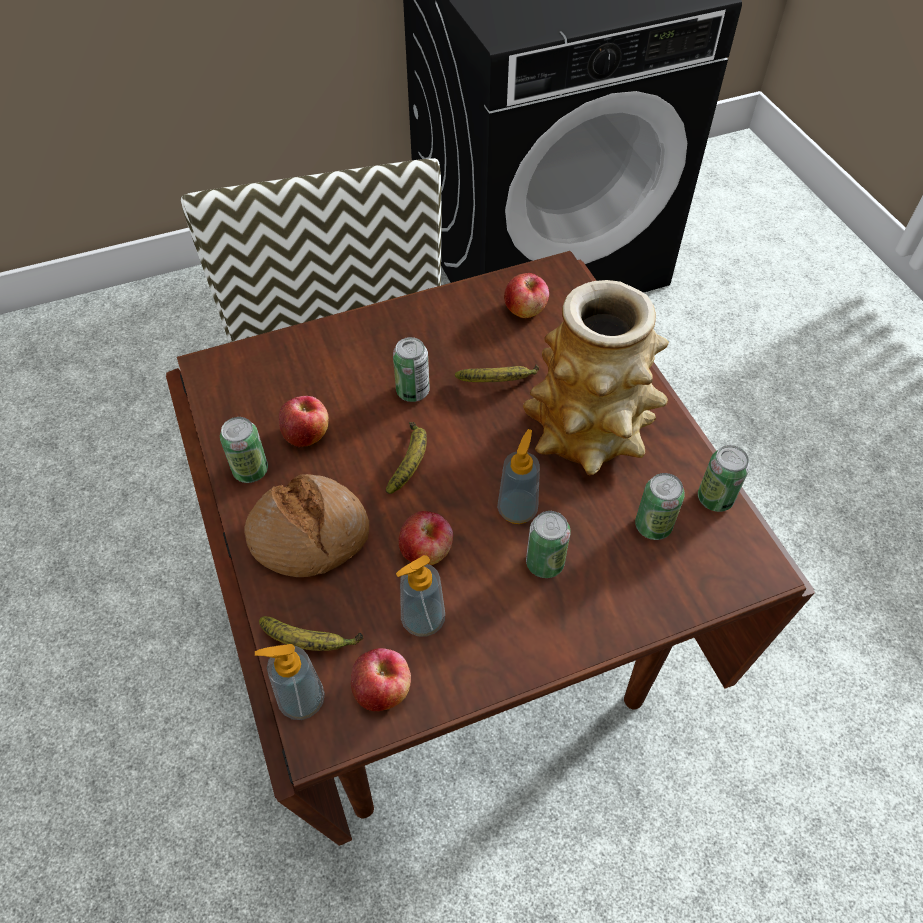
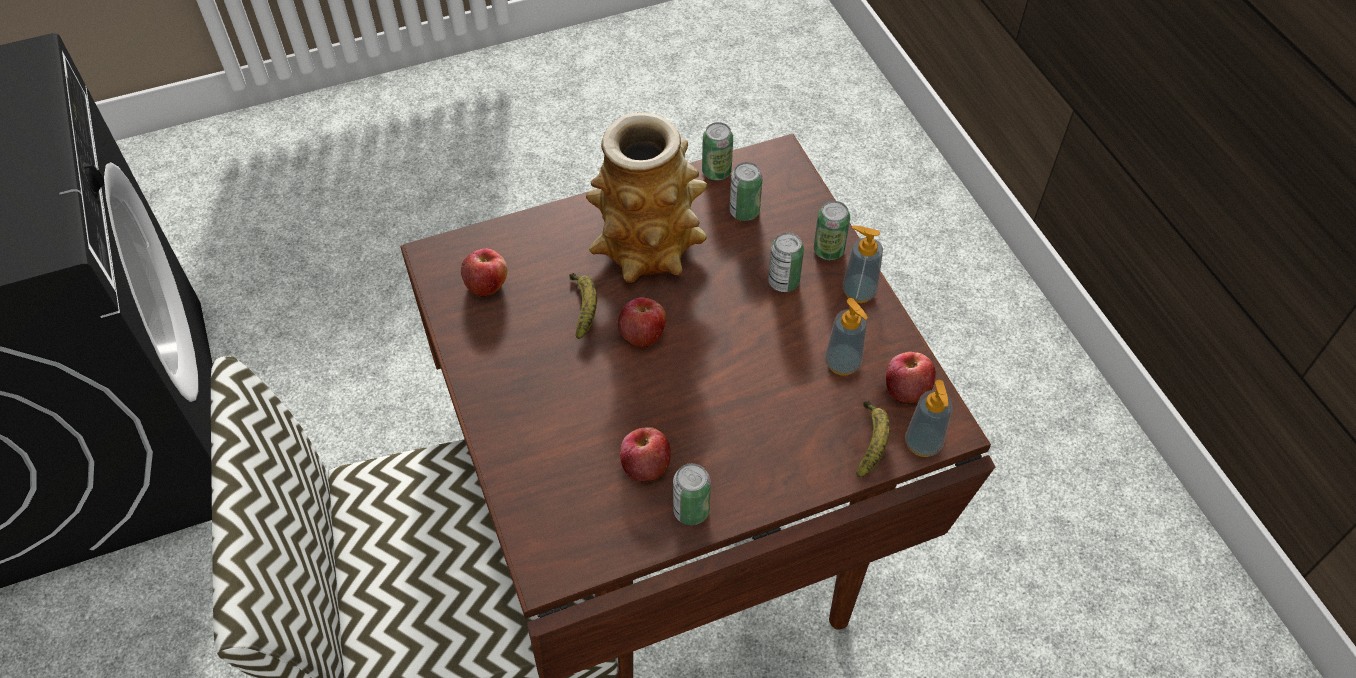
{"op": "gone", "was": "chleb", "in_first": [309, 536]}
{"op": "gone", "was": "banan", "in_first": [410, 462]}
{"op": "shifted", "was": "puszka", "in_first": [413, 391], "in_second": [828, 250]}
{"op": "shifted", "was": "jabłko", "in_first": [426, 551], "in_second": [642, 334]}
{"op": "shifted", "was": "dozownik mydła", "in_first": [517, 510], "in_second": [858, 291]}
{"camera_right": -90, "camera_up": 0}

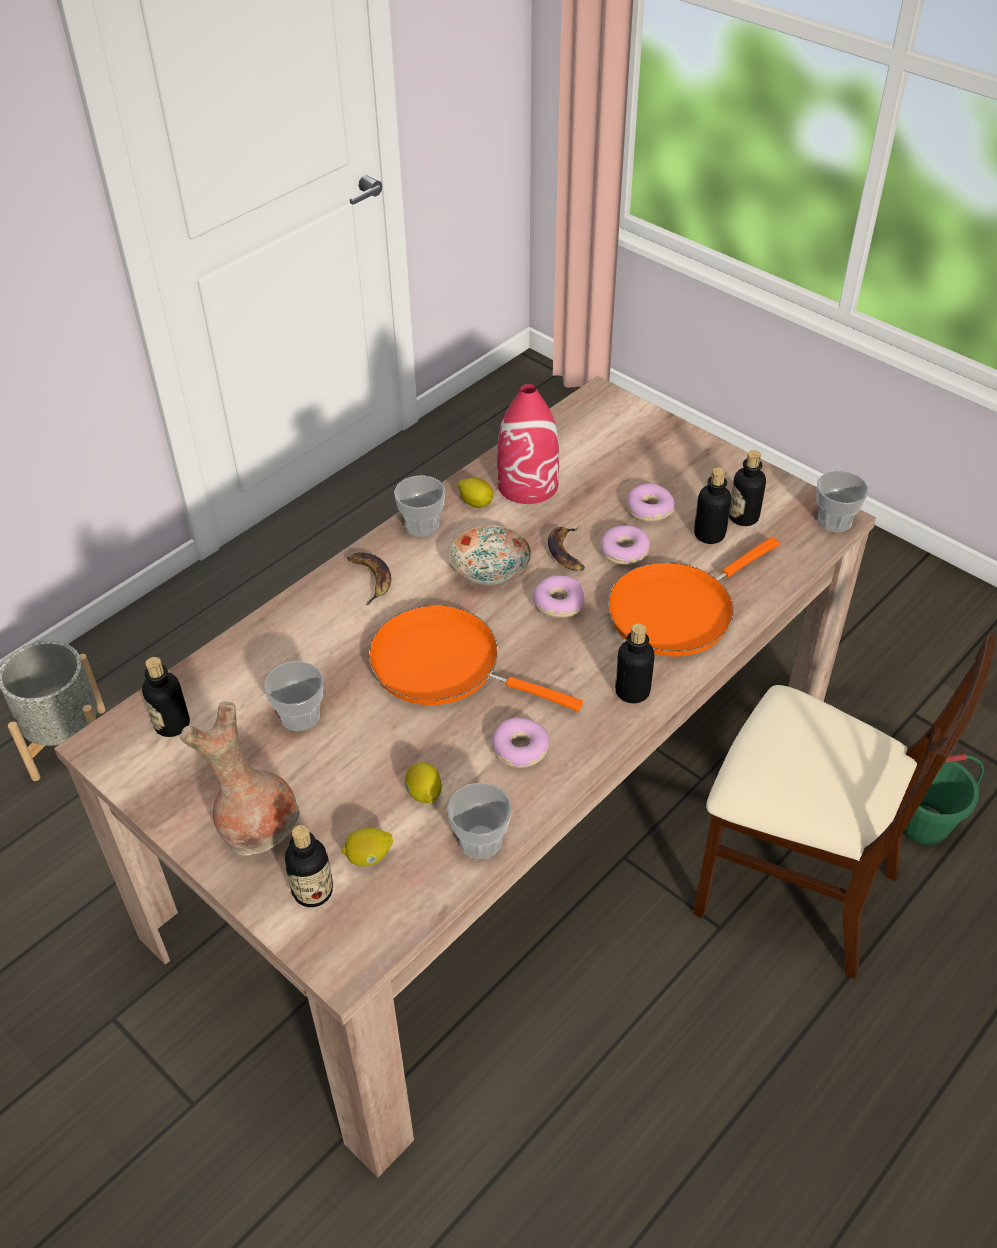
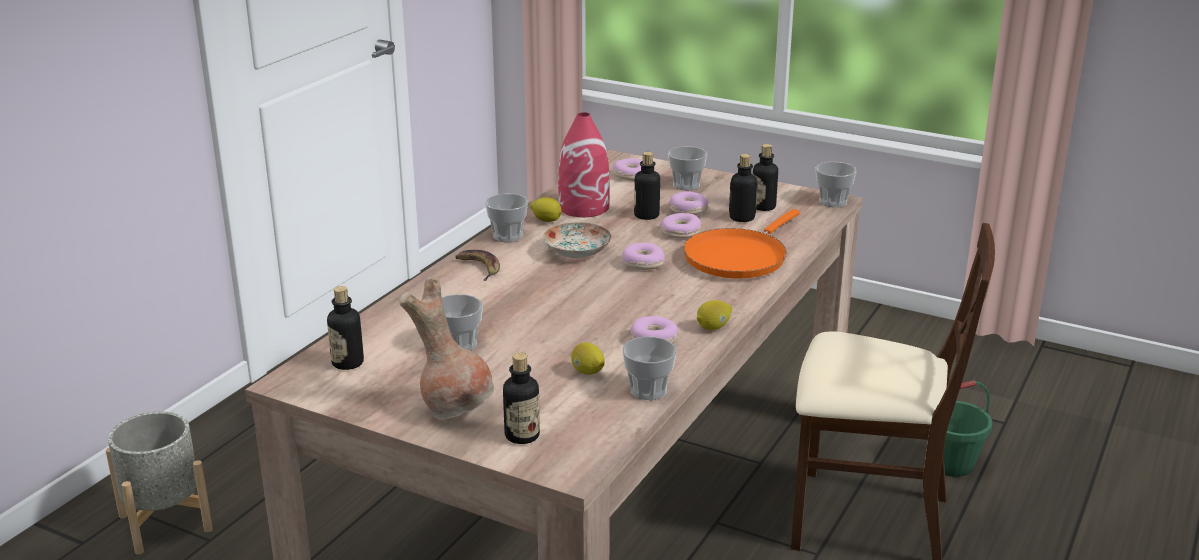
{"op": "gone", "was": "patelnia (pomarańczowy)", "in_first": [444, 665]}
{"op": "gone", "was": "banan", "in_first": [567, 552]}
{"op": "new", "now": "donut", "in_second": [630, 175]}
{"op": "new", "now": "filiżanka", "in_second": [686, 185]}
{"op": "shifted", "was": "cytryna", "in_first": [369, 857], "in_second": [713, 327]}
{"op": "shifted", "was": "butelka", "in_first": [632, 691], "in_second": [646, 215]}
{"camera_right": -15, "camera_up": -20}

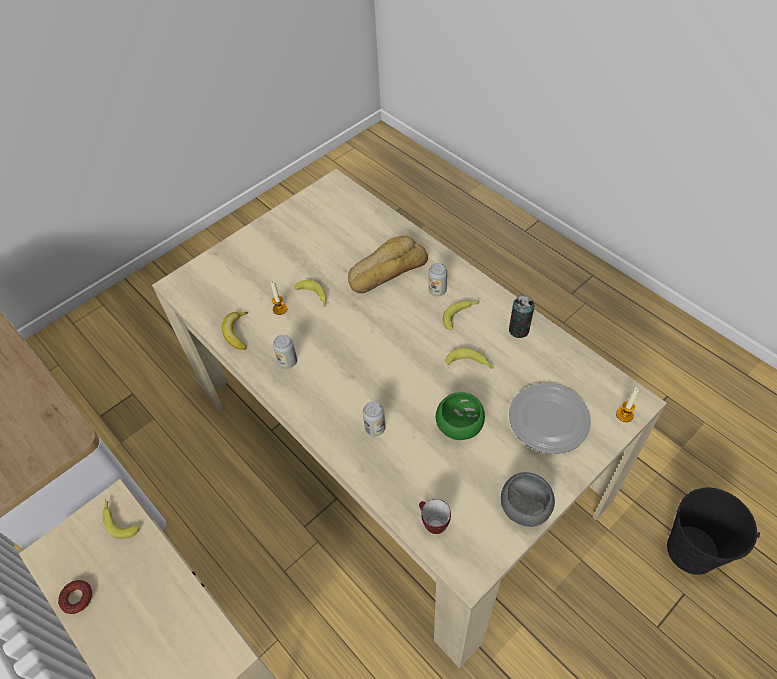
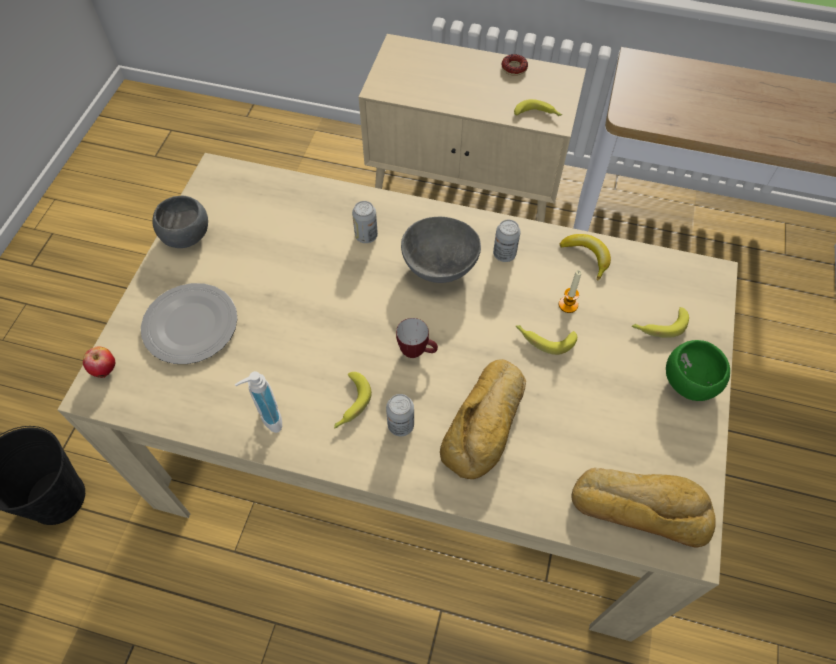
{"op": "new", "now": "miska (szary)", "in_second": [441, 267]}
{"op": "new", "now": "chleb", "in_second": [640, 506]}
{"op": "shifted", "was": "kubek", "in_first": [432, 523], "in_second": [417, 352]}
{"op": "shifted", "was": "miska (zielony)", "in_first": [460, 426], "in_second": [688, 382]}
{"op": "shifted", "was": "banan", "in_first": [470, 364], "in_second": [658, 326]}
{"op": "swapped", "was": "puszka", "now": "dozownik mydła", "in_first": [519, 330], "in_second": [267, 419]}
{"op": "swapped", "was": "świeca", "now": "jabłko", "in_first": [624, 415], "in_second": [105, 370]}
{"camera_right": 145, "camera_up": 5}

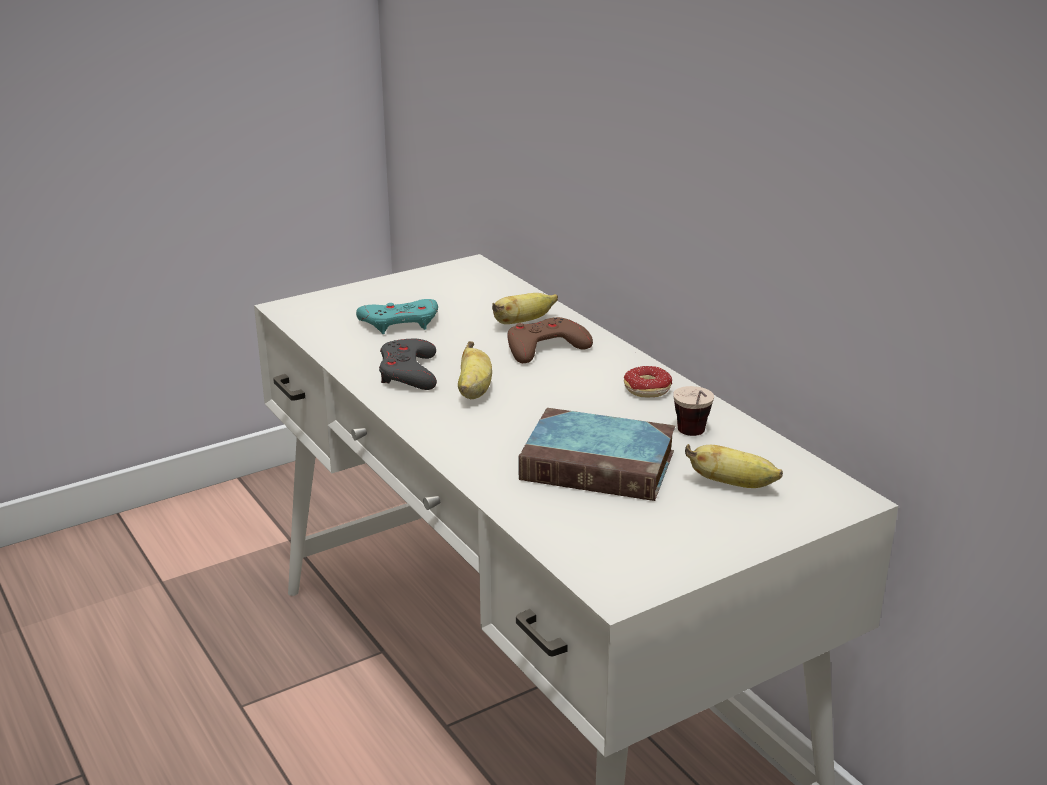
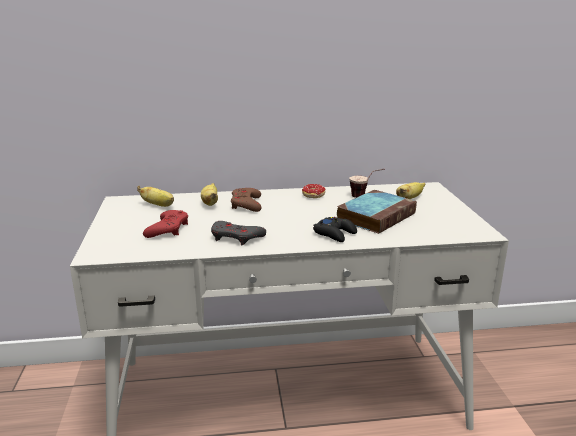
{"op": "new", "now": "pad do gier (czarny)", "in_second": [335, 234]}
{"op": "shifted", "was": "banan", "in_first": [474, 391], "in_second": [159, 205]}
{"op": "repainted", "was": "pad do gier (turkusowy)", "now": "pad do gier (czerwony)", "in_first": [400, 323], "in_second": [168, 229]}
{"camera_right": -65, "camera_up": -5}

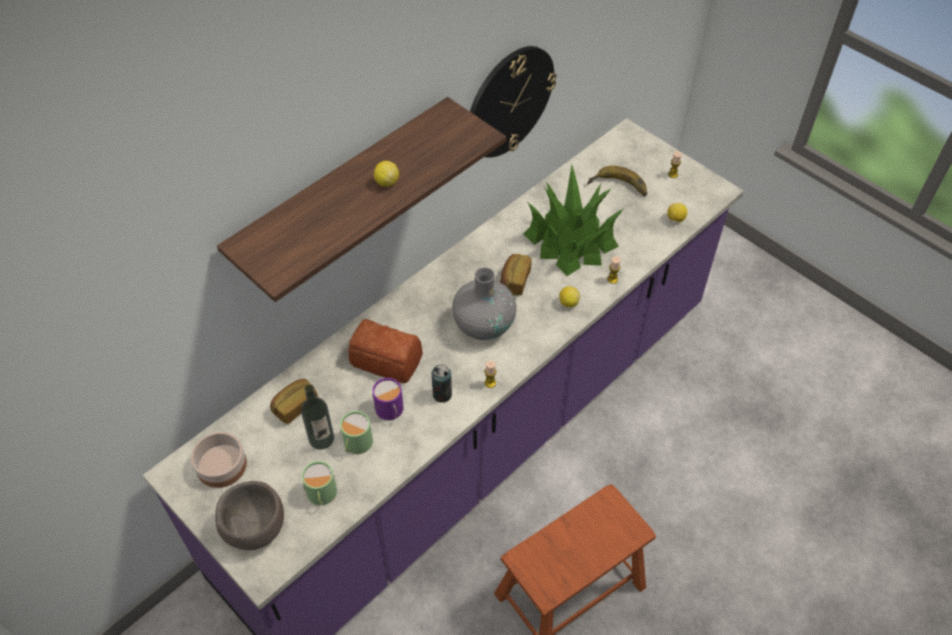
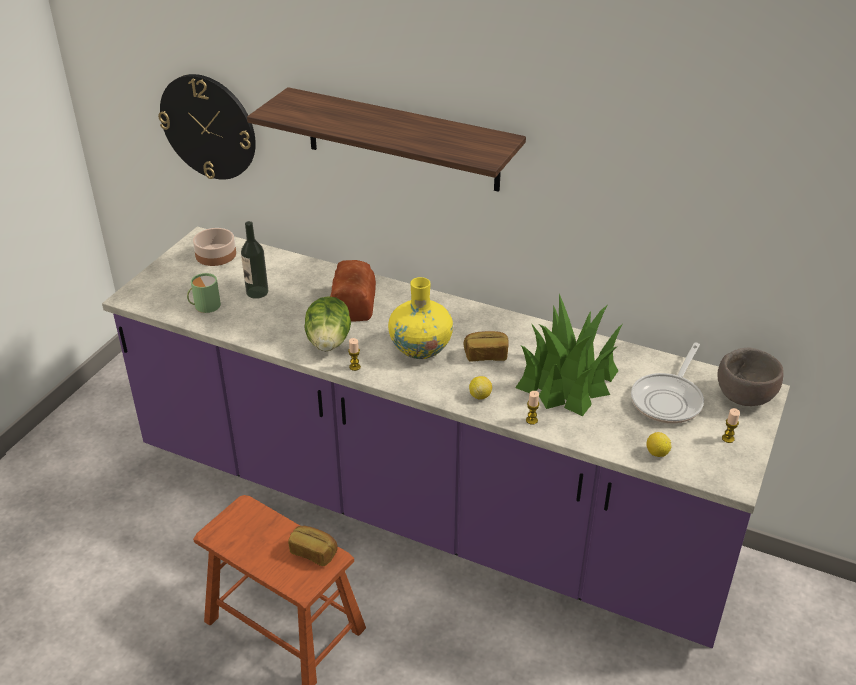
{"op": "gone", "was": "kubek (zielony)", "in_first": [356, 444]}
{"op": "gone", "was": "kubek (fioletowy)", "in_first": [390, 410]}
{"op": "gone", "was": "cytryna", "in_first": [387, 182]}
{"op": "shifted", "was": "miska (brązowy)", "in_first": [255, 528], "in_second": [745, 397]}
{"op": "shifted", "was": "chleb", "in_first": [295, 406], "in_second": [314, 552]}
{"op": "shifted", "was": "zegar ścienny", "in_first": [509, 102], "in_second": [208, 127]}
{"op": "swapped", "was": "puszka", "now": "sałata", "in_first": [442, 394], "in_second": [329, 342]}
{"op": "swapped", "was": "banan", "now": "patelnia", "in_first": [618, 188], "in_second": [669, 399]}
{"op": "repainted", "was": "wazon (szary)", "now": "wazon (żółty)", "in_first": [484, 325], "in_second": [420, 348]}
{"camera_right": 70, "camera_up": -15}

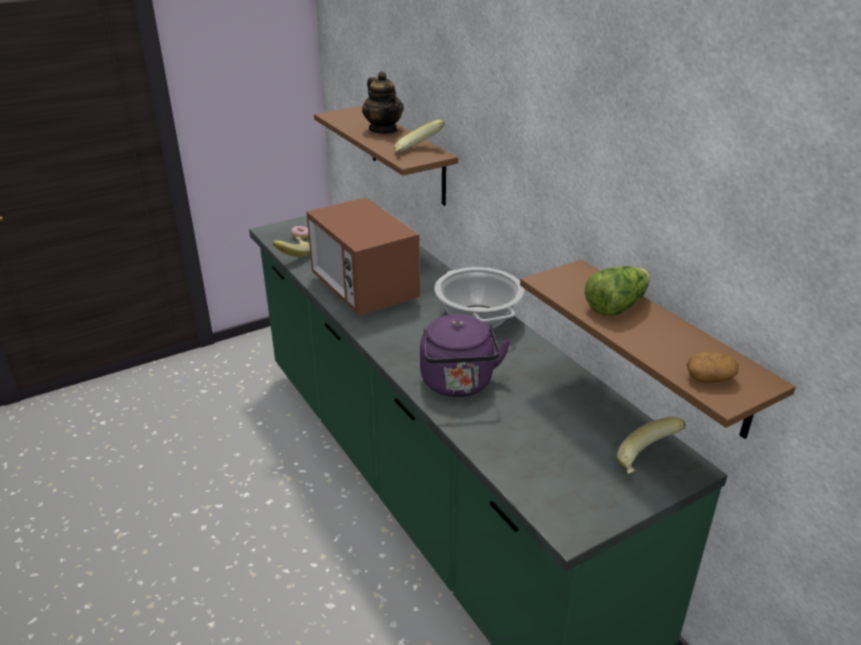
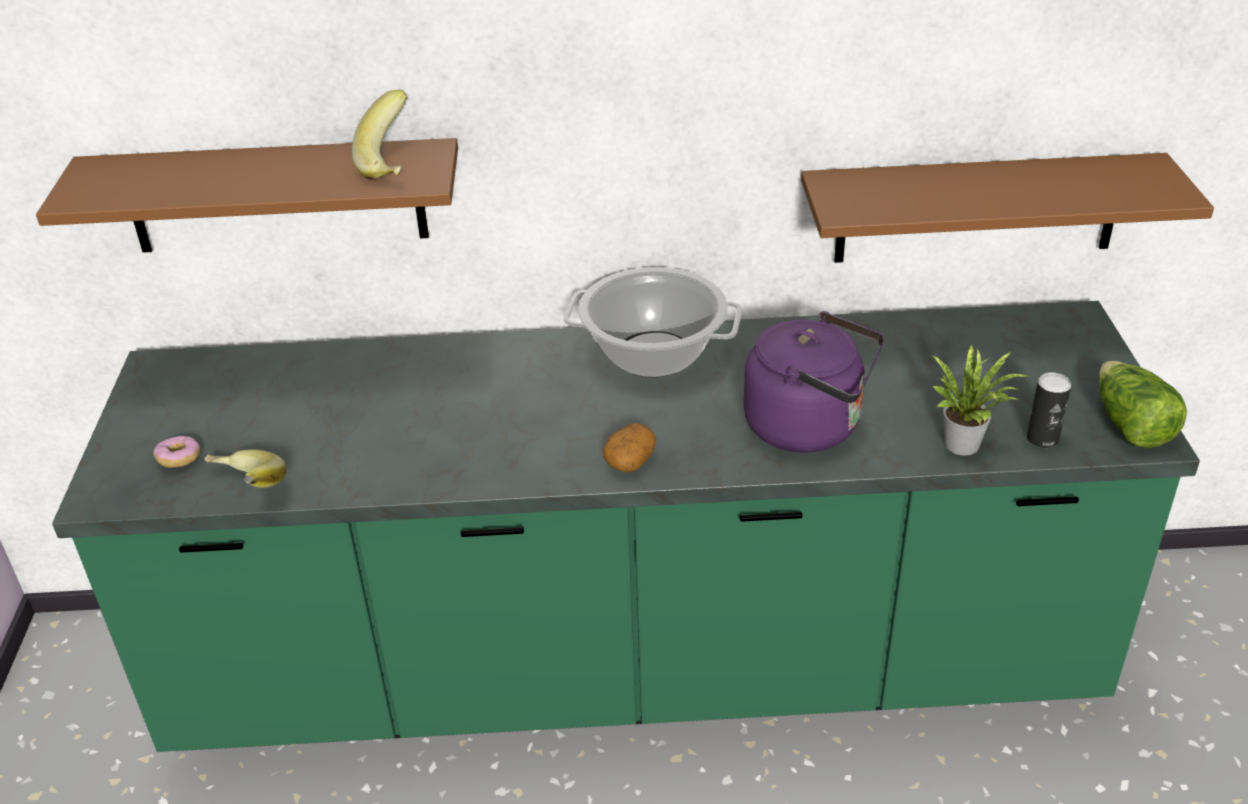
{"op": "gone", "was": "mikrofalówka", "in_first": [364, 290]}
{"op": "gone", "was": "imbryk", "in_first": [383, 130]}
{"op": "gone", "was": "banan", "in_first": [647, 461]}
{"op": "new", "now": "roślina doniczkowa", "in_second": [966, 443]}
{"op": "new", "now": "puszka", "in_second": [1042, 439]}
{"op": "shifted", "was": "sałata", "in_first": [616, 305], "in_second": [1130, 425]}
{"op": "shifted", "was": "ziemniak", "in_first": [709, 378], "in_second": [630, 460]}
{"camera_right": -60, "camera_up": 5}

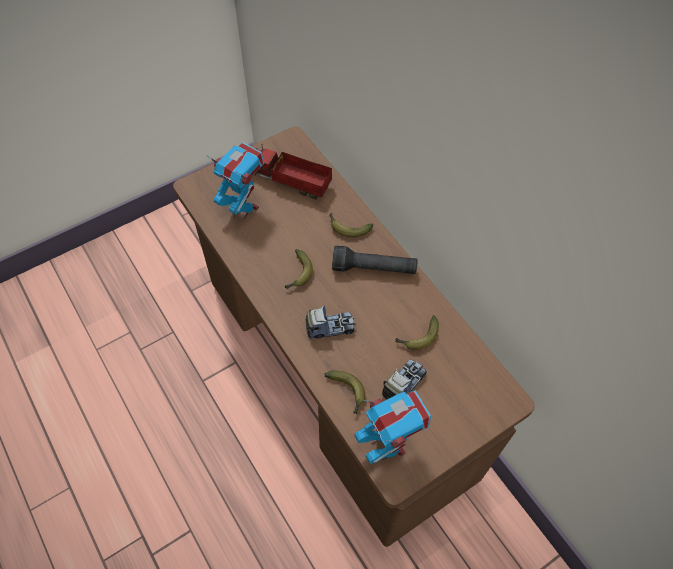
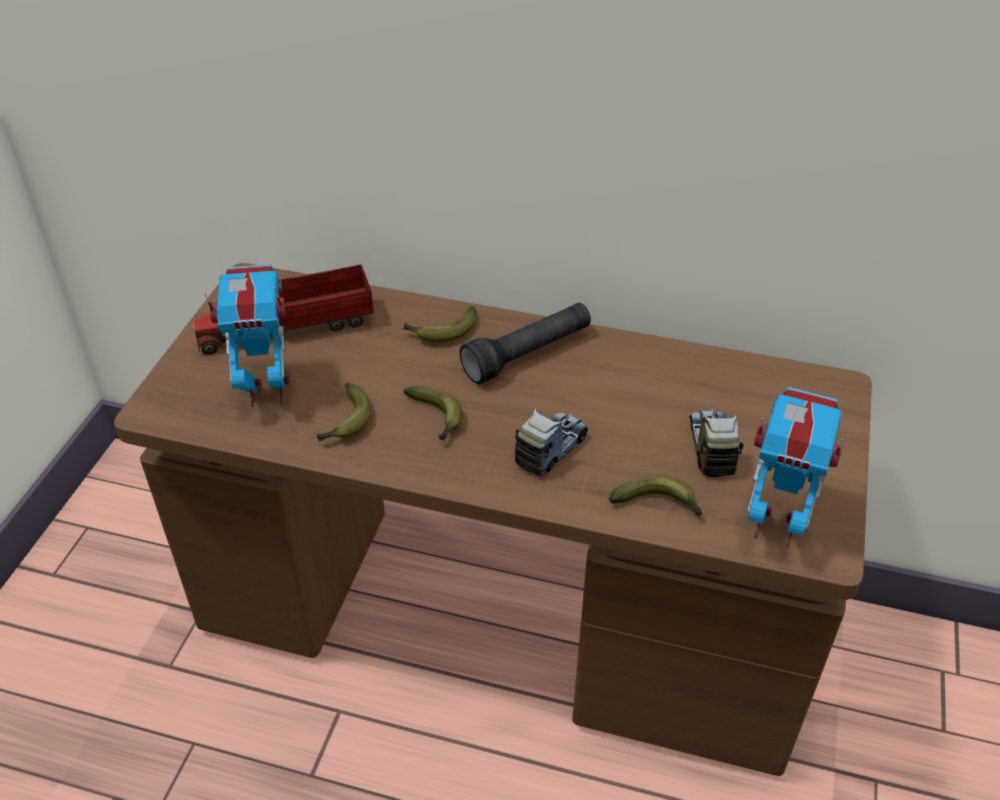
{"op": "shifted", "was": "banan", "in_first": [418, 337], "in_second": [346, 422]}
{"camera_right": -40, "camera_up": -15}

